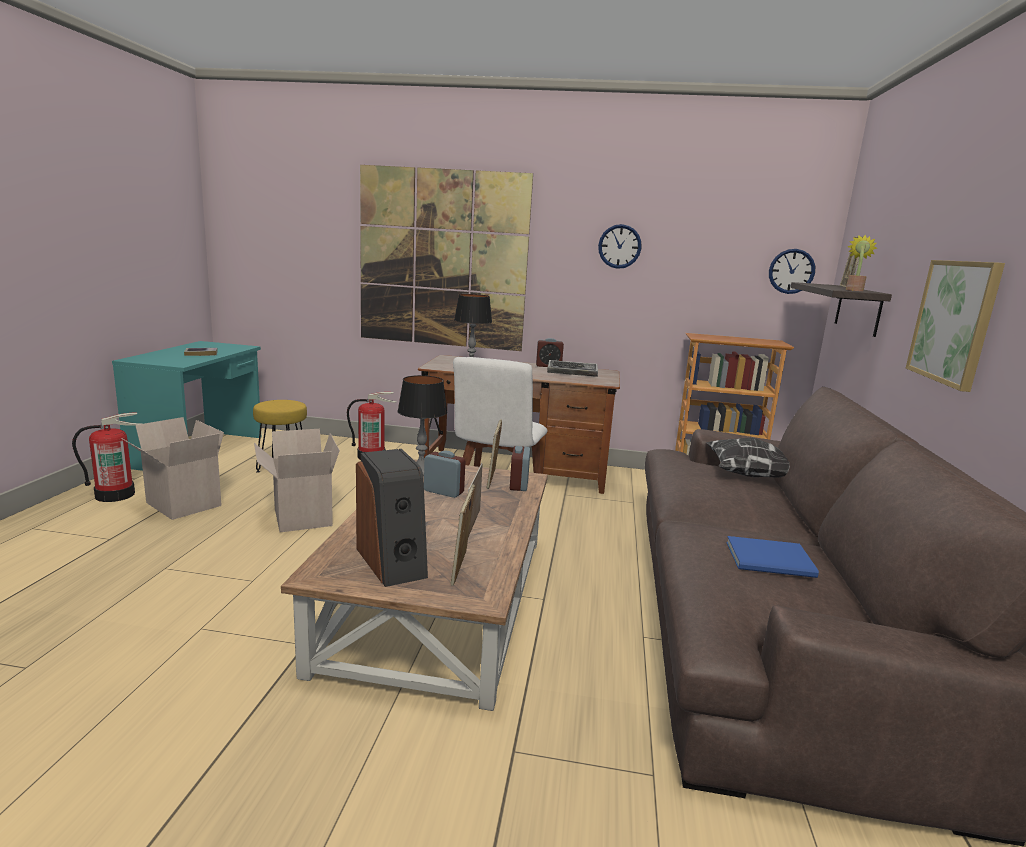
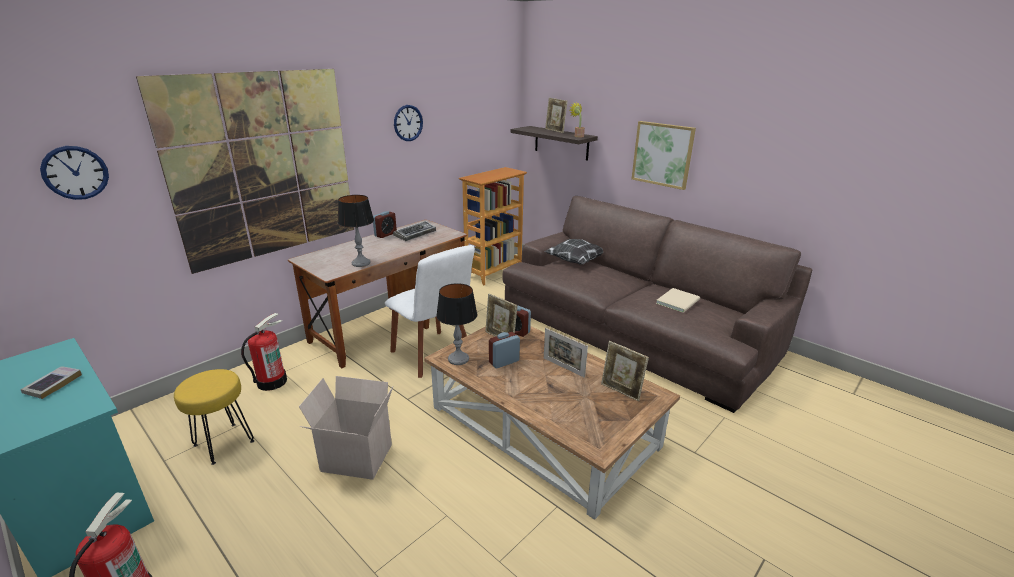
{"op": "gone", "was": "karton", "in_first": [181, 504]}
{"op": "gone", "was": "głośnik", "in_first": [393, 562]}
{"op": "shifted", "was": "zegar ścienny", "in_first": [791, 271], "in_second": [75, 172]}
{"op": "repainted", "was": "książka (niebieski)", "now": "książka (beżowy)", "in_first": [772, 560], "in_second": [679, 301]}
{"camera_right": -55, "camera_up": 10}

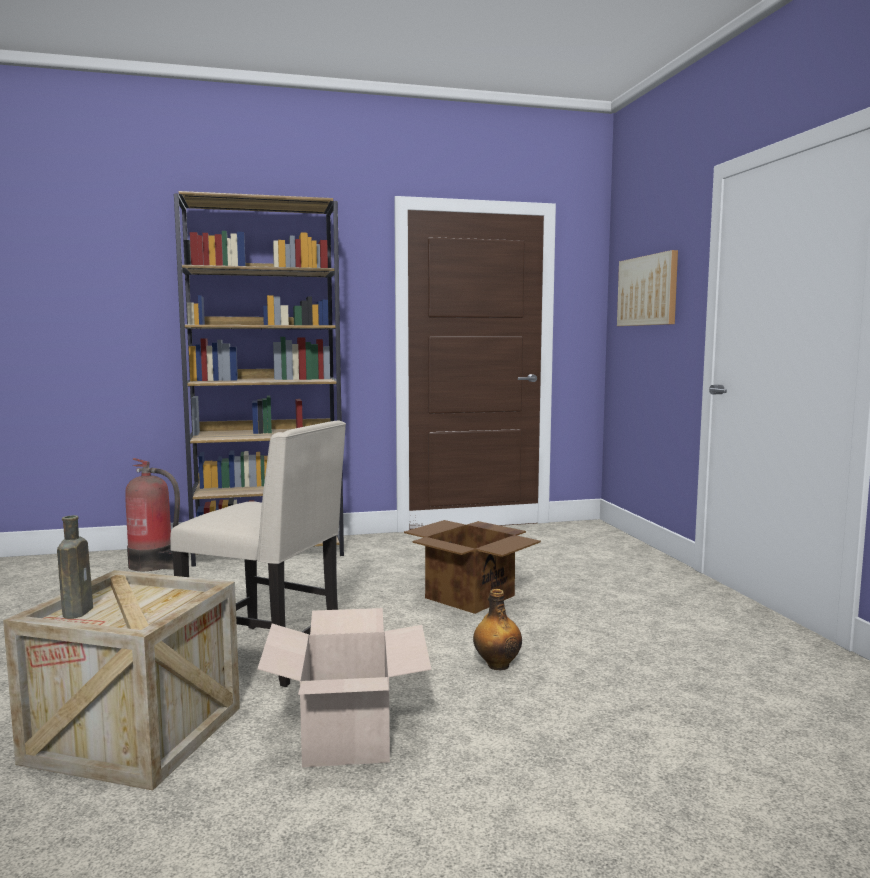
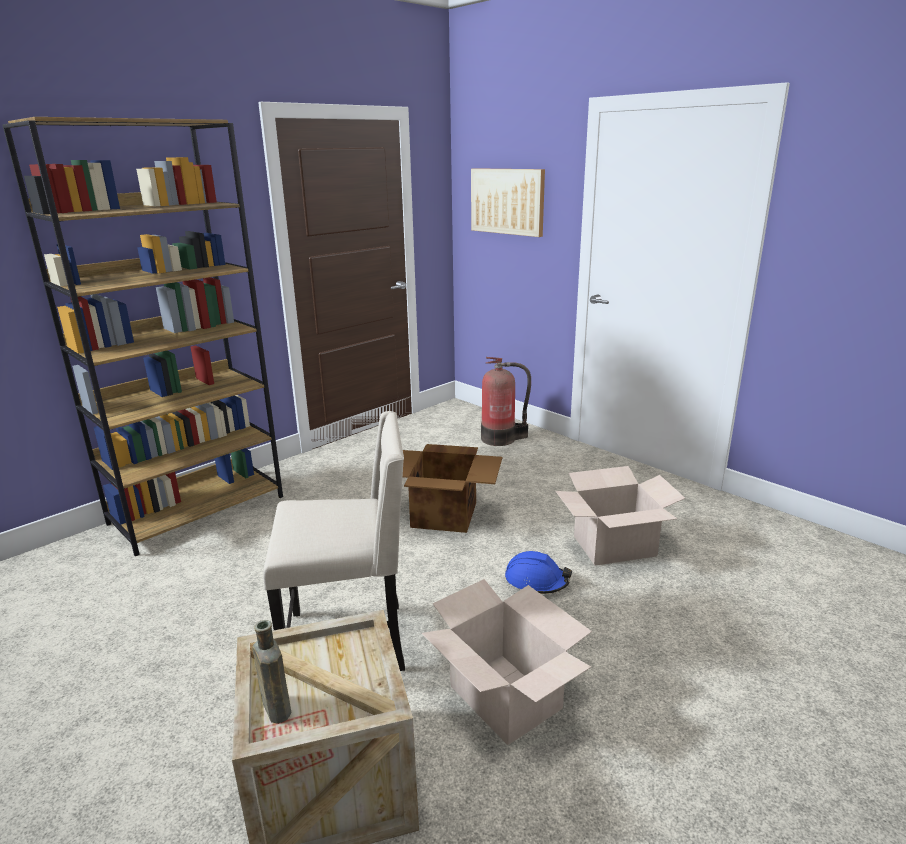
{"op": "new", "now": "karton", "in_second": [614, 546]}
{"op": "shifted", "was": "gaśnica", "in_first": [154, 565], "in_second": [501, 438]}
{"op": "swapped", "was": "butelka", "now": "kask (niebieski)", "in_first": [497, 665], "in_second": [536, 581]}
{"camera_right": -30, "camera_up": 15}

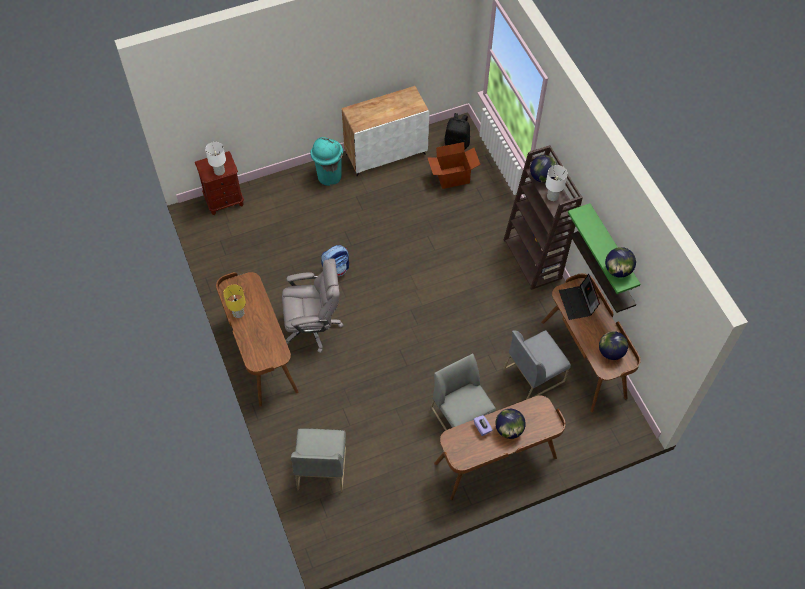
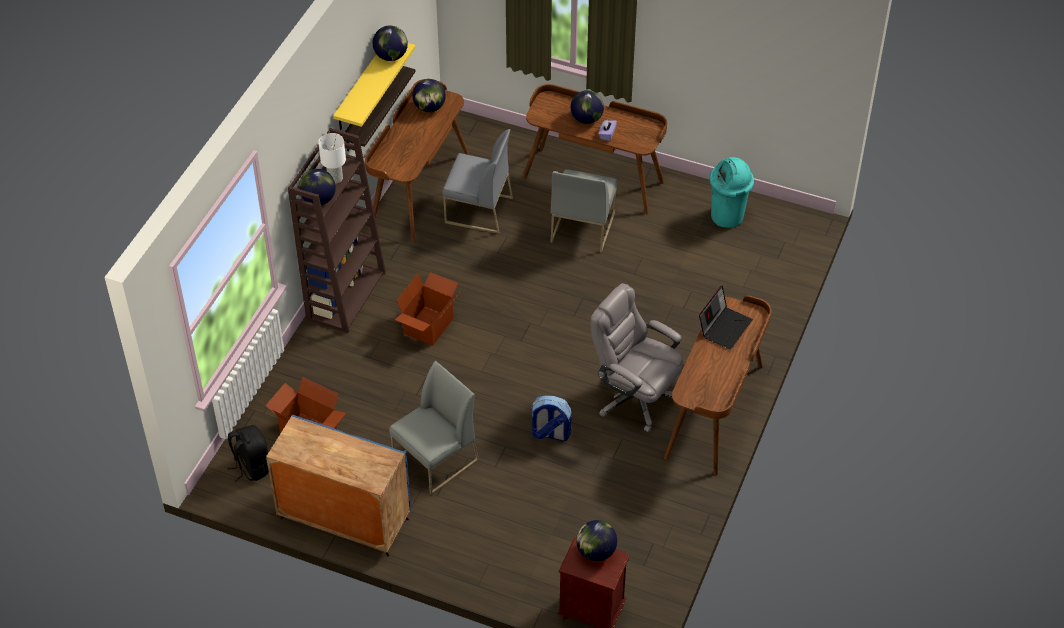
{"op": "gone", "was": "lampa stołowa (żółty)", "in_first": [238, 312]}
{"op": "new", "now": "karton", "in_second": [429, 326]}
{"op": "shifted", "was": "krzesło (szary)", "in_first": [321, 467], "in_second": [435, 461]}
{"op": "shifted", "was": "kosz na śmieci (turkusowy)", "in_first": [329, 176], "in_second": [727, 217]}
{"op": "shifted", "was": "laptop", "in_first": [577, 303], "in_second": [724, 327]}
{"op": "swapped", "was": "lampa stołowa (biały)", "now": "globus", "in_first": [219, 171], "in_second": [596, 552]}
{"op": "repainted", "was": "szafka (biały)", "now": "szafka (niebieski)", "in_first": [386, 154], "in_second": [343, 519]}
{"op": "repainted", "was": "półka (zielony)", "now": "półka (żółty)", "in_first": [612, 249], "in_second": [361, 86]}
{"camera_right": -135, "camera_up": -10}

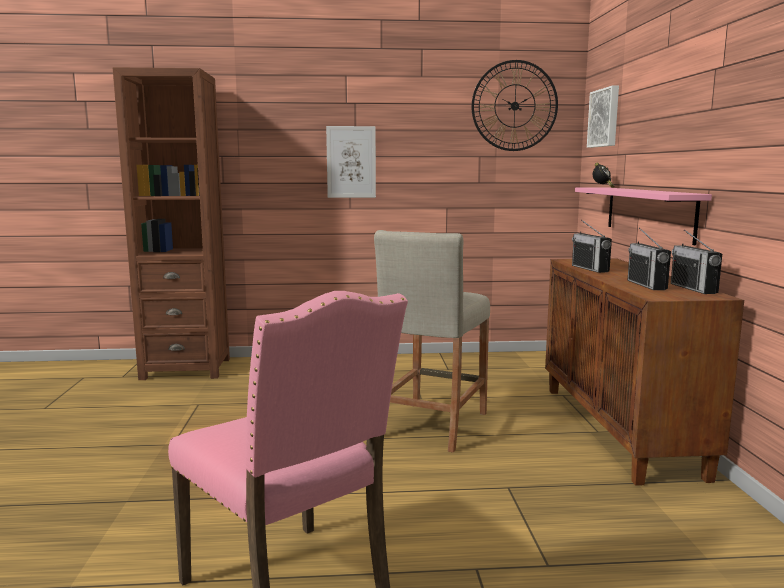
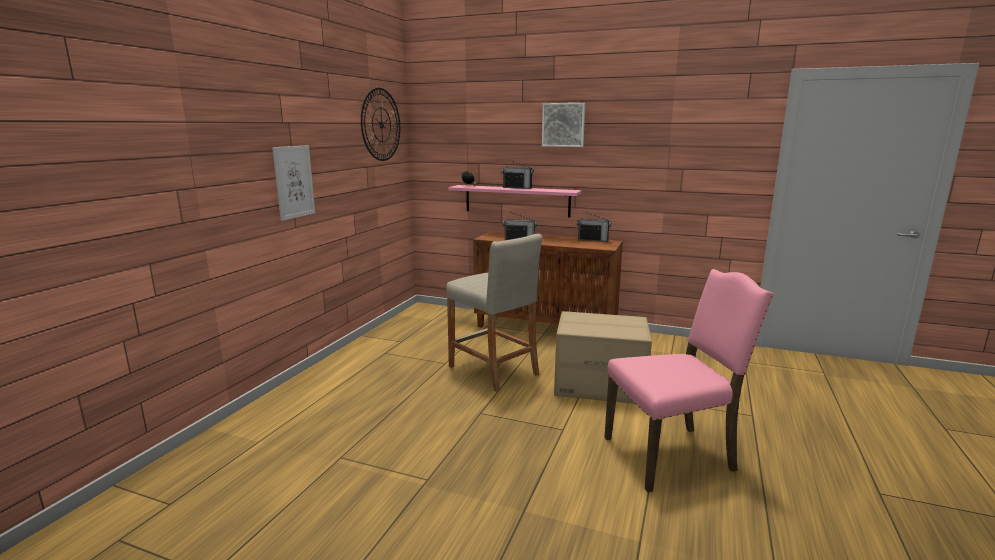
{"op": "gone", "was": "regał (brązowy)", "in_first": [186, 369]}
{"op": "new", "now": "karton", "in_second": [599, 384]}
{"op": "shifted", "was": "obraz", "in_first": [605, 118], "in_second": [563, 125]}
{"op": "shifted", "was": "radio", "in_first": [646, 285], "in_second": [517, 188]}
{"camera_right": -65, "camera_up": 5}

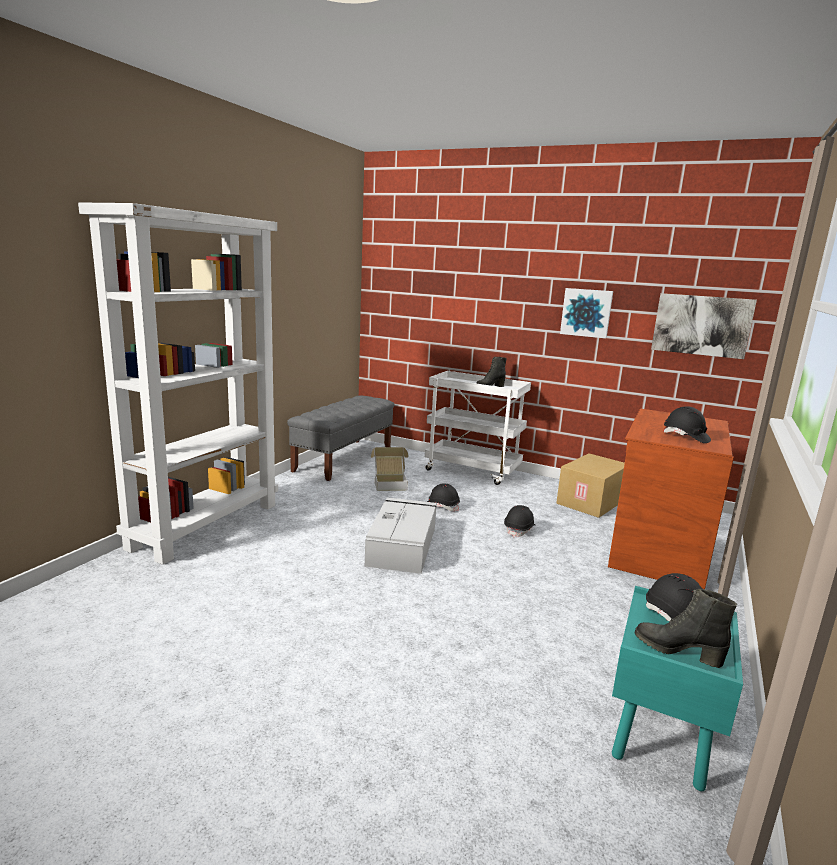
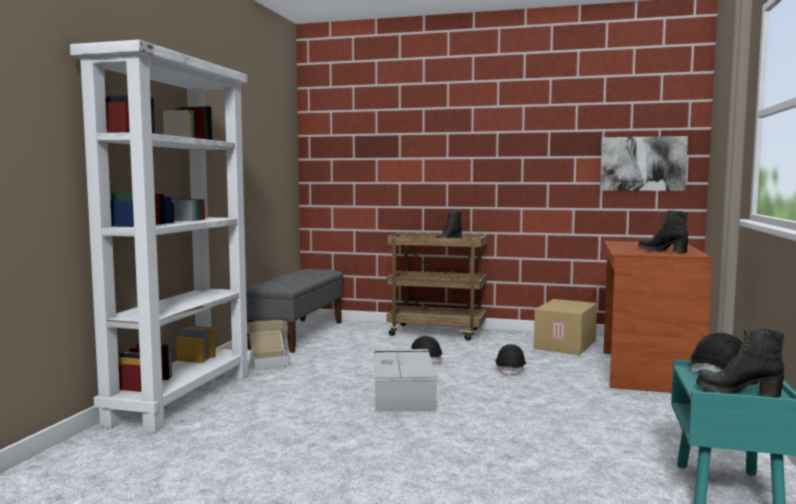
{"op": "gone", "was": "obraz", "in_first": [586, 312]}
{"op": "shifted", "was": "karton", "in_first": [389, 484], "in_second": [268, 362]}
{"op": "swapped", "was": "kask (czarny)", "now": "but z cholewką (czarny)", "in_first": [685, 437], "in_second": [662, 251]}
{"op": "repainted", "was": "wózek (biały)", "now": "wózek (brązowy)", "in_first": [473, 471], "in_second": [438, 332]}
{"camera_right": -10, "camera_up": -10}

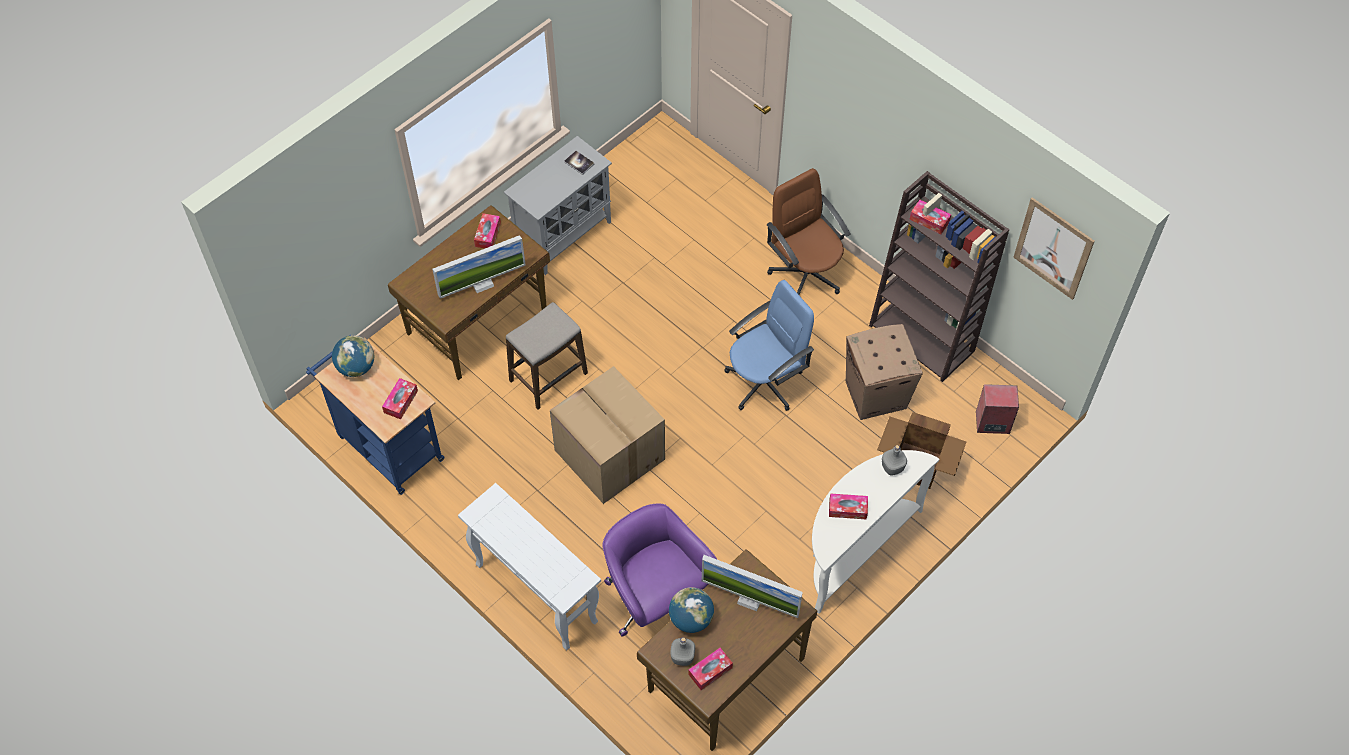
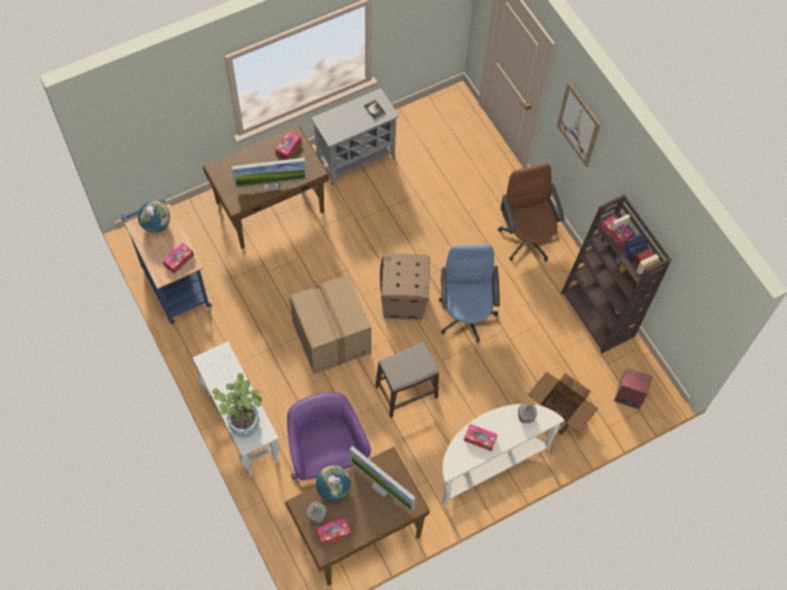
{"op": "new", "now": "roślina doniczkowa", "in_second": [243, 419]}
{"op": "shifted", "was": "stołek", "in_first": [549, 377], "in_second": [406, 392]}
{"op": "shifted", "was": "karton", "in_first": [876, 394], "in_second": [403, 302]}
{"op": "shifted", "was": "obraz", "in_first": [1053, 248], "in_second": [578, 125]}
{"op": "rotated", "was": "krzesło biurowe (niebieski)", "in_first": [765, 382], "in_second": [466, 314], "clockwise": -75}
{"camera_right": 15, "camera_up": 5}

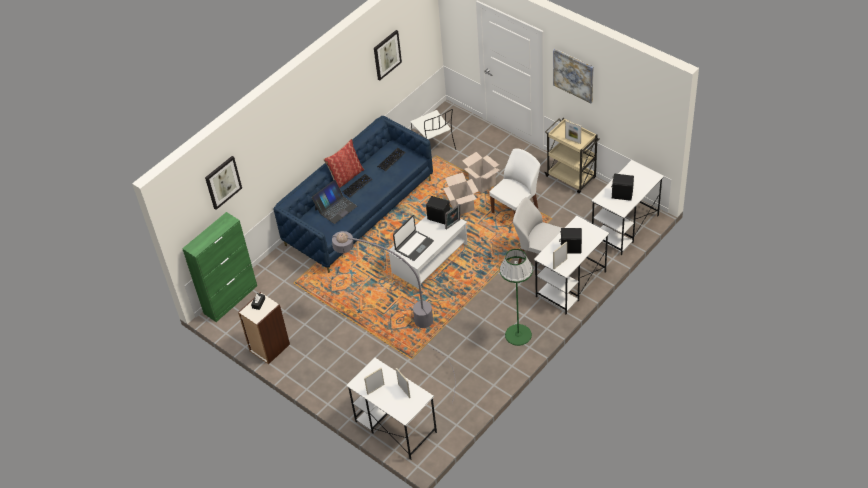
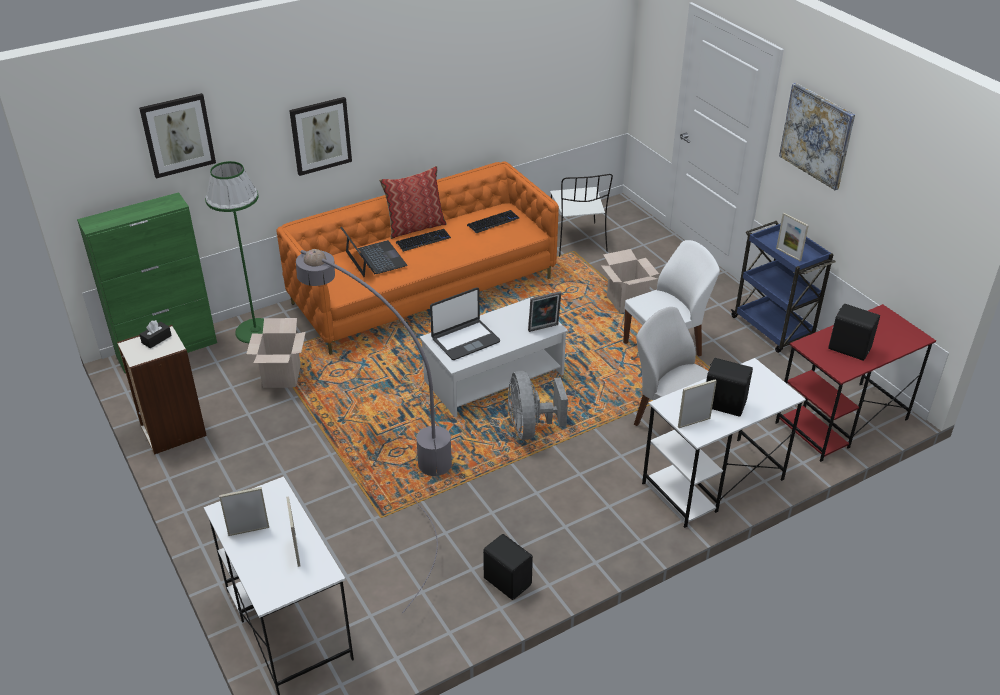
{"op": "new", "now": "wentylator (szary)", "in_second": [530, 427]}
{"op": "shifted", "was": "obraz", "in_first": [387, 54], "in_second": [320, 135]}
{"op": "shifted", "was": "głośnik (czarny)", "in_first": [438, 217], "in_second": [507, 581]}
{"op": "shifted", "was": "karton", "in_first": [462, 206], "in_second": [281, 376]}
{"op": "shifted", "was": "lampa stojąca (zielony)", "in_first": [518, 335], "in_second": [255, 331]}
{"op": "repainted", "was": "kanapa (niebieski)", "now": "kanapa (pomarańczowy)", "in_first": [359, 212], "in_second": [423, 290]}
{"op": "repainted", "was": "wózek (beżowy)", "now": "wózek (niebieski)", "in_first": [571, 177], "in_second": [773, 329]}
{"op": "repainted", "was": "biurko (biały)", "now": "biurko (czerwony)", "in_first": [625, 227], "in_second": [841, 421]}
{"op": "rotated", "was": "laptop", "in_first": [335, 208], "in_second": [374, 259], "clockwise": -90}
{"camera_right": 15, "camera_up": -10}

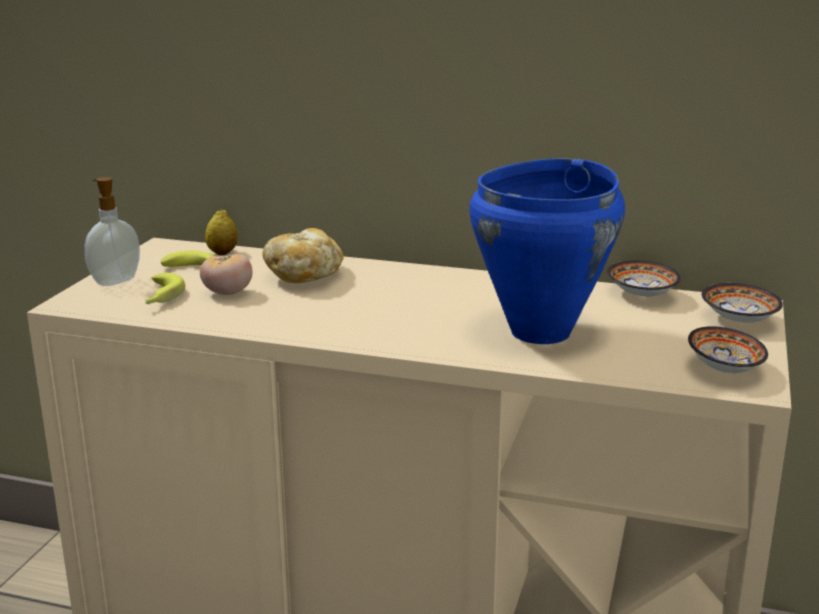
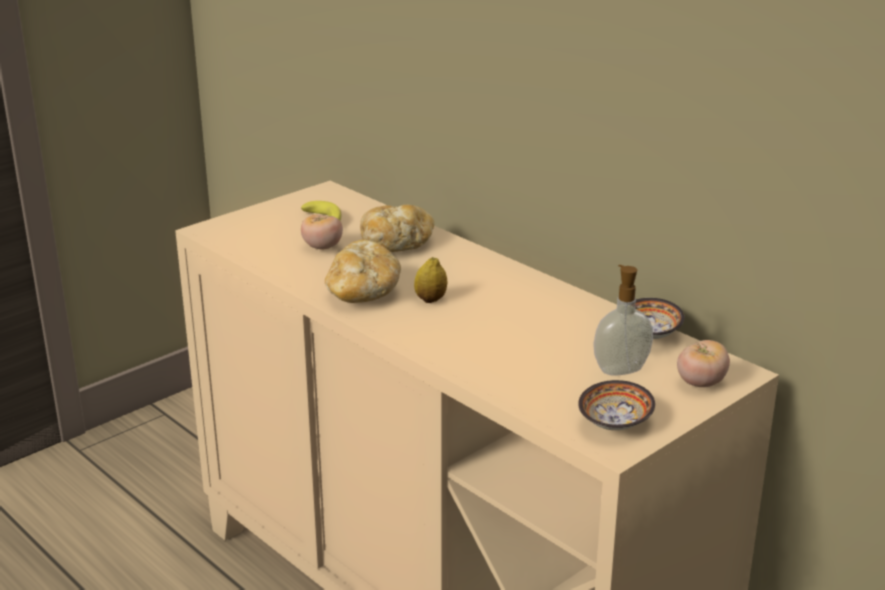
{"op": "gone", "was": "banan", "in_first": [160, 297]}
{"op": "gone", "was": "garnek (niebieski)", "in_first": [542, 332]}
{"op": "new", "now": "chleb", "in_second": [363, 293]}
{"op": "shifted", "was": "dozownik mydła", "in_first": [115, 281], "in_second": [620, 369]}
{"op": "shifted", "was": "cytryna", "in_first": [222, 253], "in_second": [430, 300]}
{"op": "swapped", "was": "miska", "now": "pomidor", "in_first": [738, 320], "in_second": [700, 383]}
{"camera_right": 30, "camera_up": 5}

